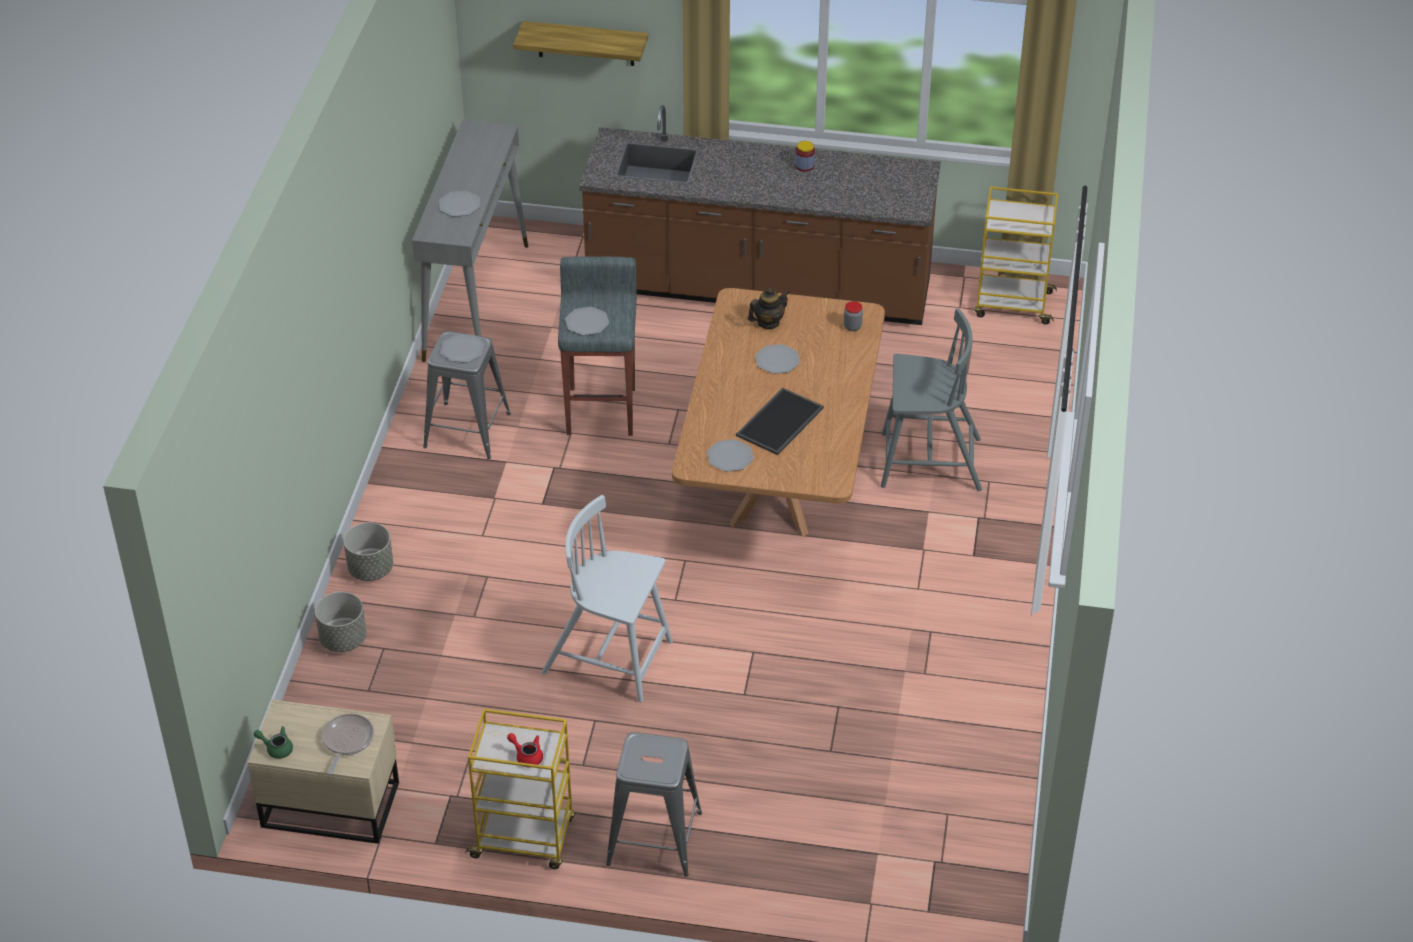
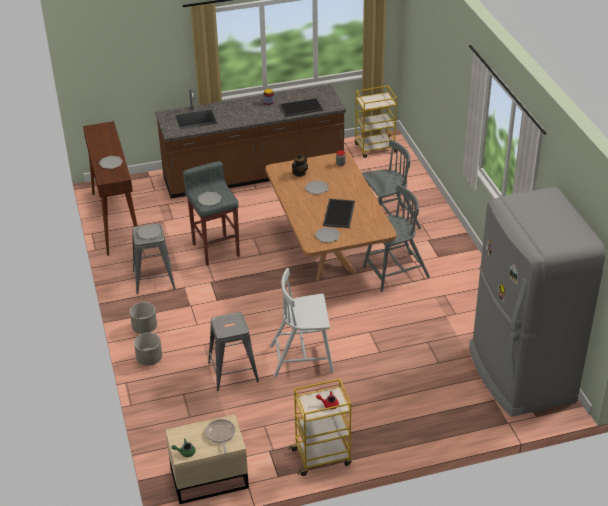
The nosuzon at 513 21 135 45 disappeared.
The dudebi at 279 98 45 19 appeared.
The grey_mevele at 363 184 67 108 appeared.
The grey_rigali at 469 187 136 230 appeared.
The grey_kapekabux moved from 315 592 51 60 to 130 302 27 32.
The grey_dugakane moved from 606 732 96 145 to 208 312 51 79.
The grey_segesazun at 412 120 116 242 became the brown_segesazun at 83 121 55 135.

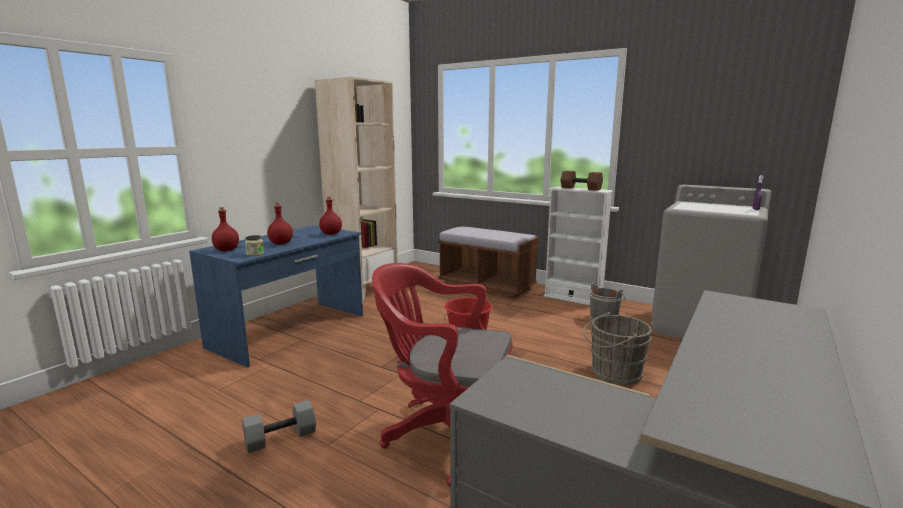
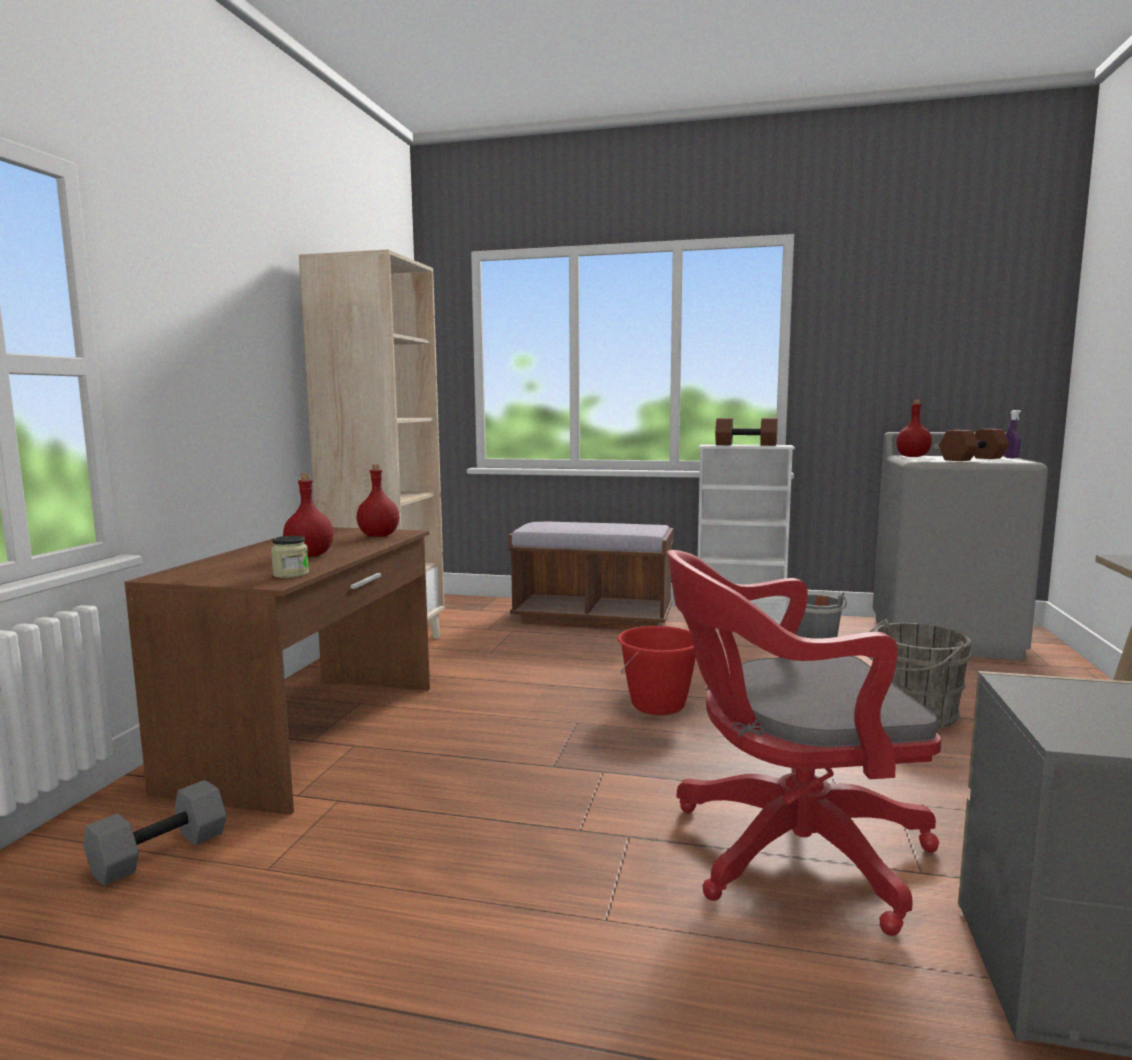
The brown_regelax at 939 429 70 32 appeared.
The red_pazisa moved from 212 207 27 44 to 896 400 36 57.
The grey_regelax moved from 242 400 74 53 to 83 780 144 106.
The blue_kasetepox at 189 225 174 142 became the brown_kasetepox at 125 527 305 288.

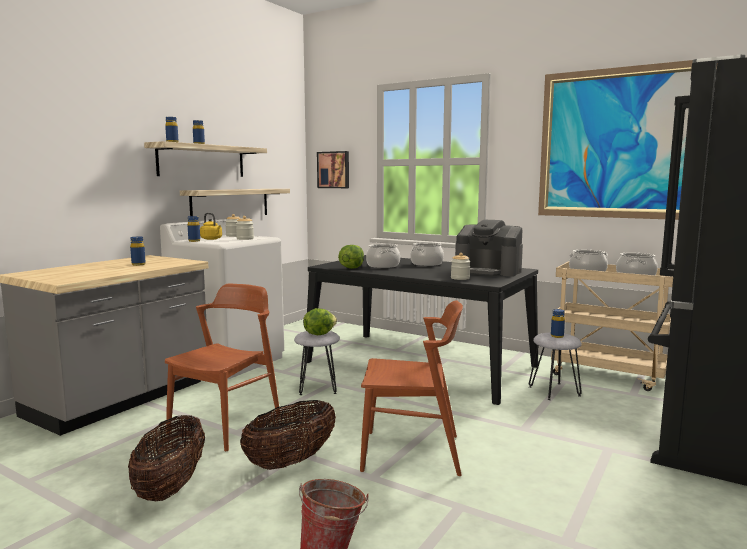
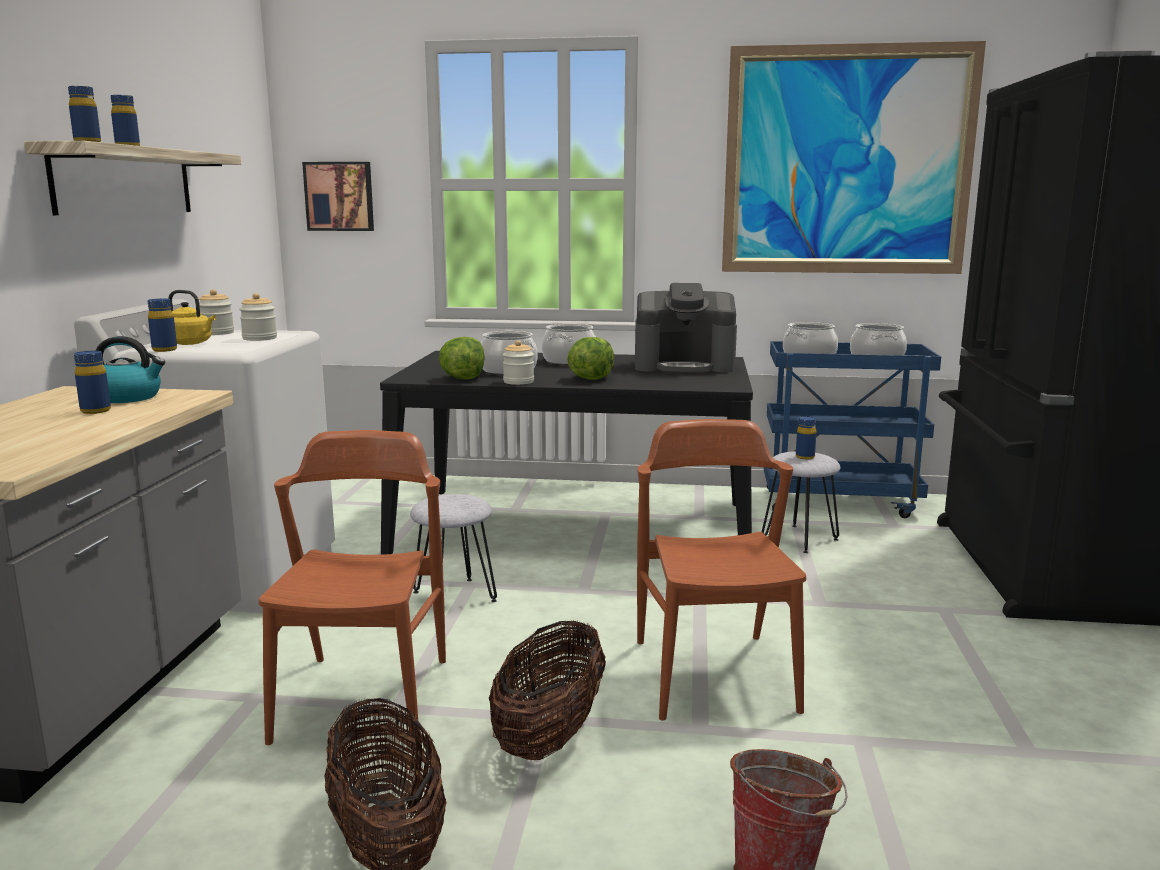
The nosuzon at 180 189 110 27 disappeared.
The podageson at 95 336 70 67 appeared.
The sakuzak moved from 303 308 34 27 to 567 337 47 43.
The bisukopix moved from 451 253 19 27 to 503 340 31 45.
The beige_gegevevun at 551 261 122 130 became the blue_gegevevun at 764 341 177 177.
The brown_mevele at 360 300 103 176 turned 75 degrees counterclockwise.

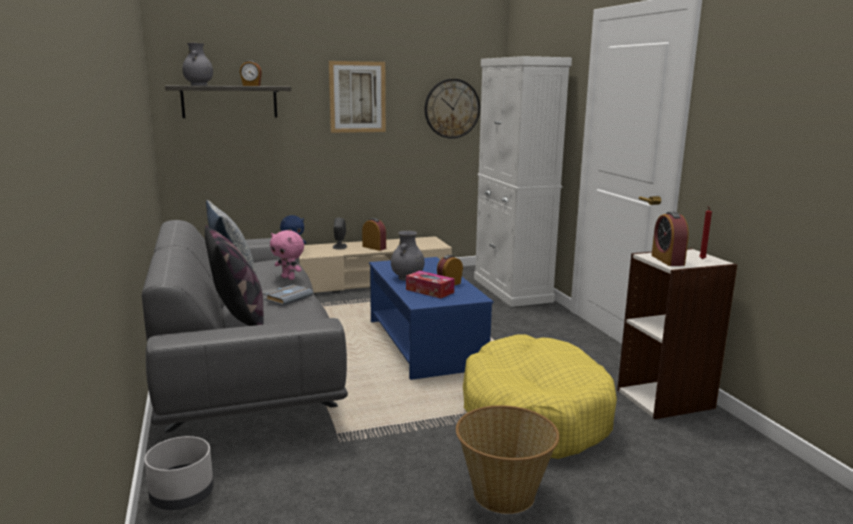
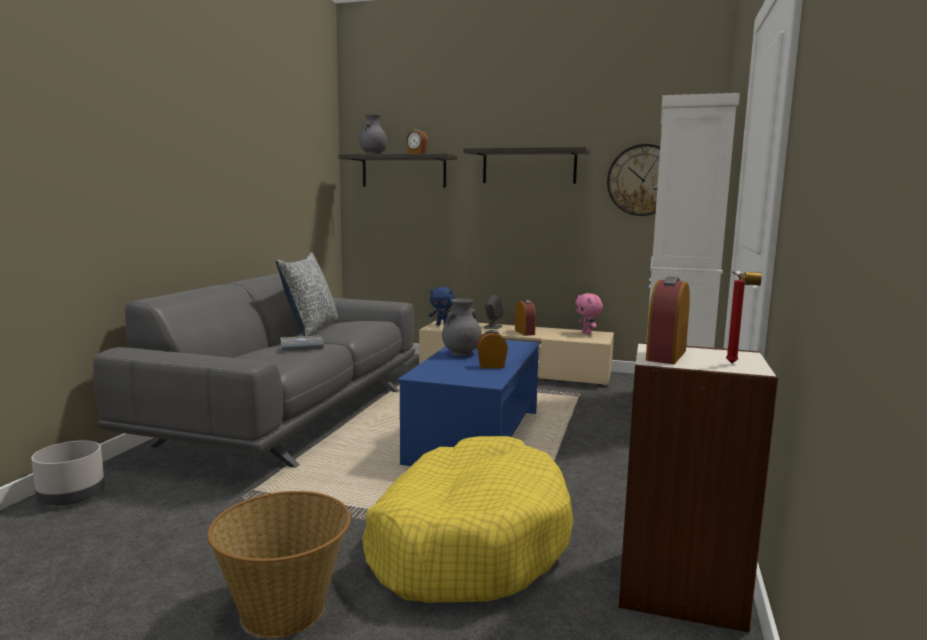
The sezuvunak at 205 225 59 101 disappeared.
The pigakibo at 406 271 49 28 disappeared.
The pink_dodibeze moved from 270 230 34 50 to 575 293 28 42.
The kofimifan at 329 61 57 72 was replaced by the nosuzon at 463 147 127 37.

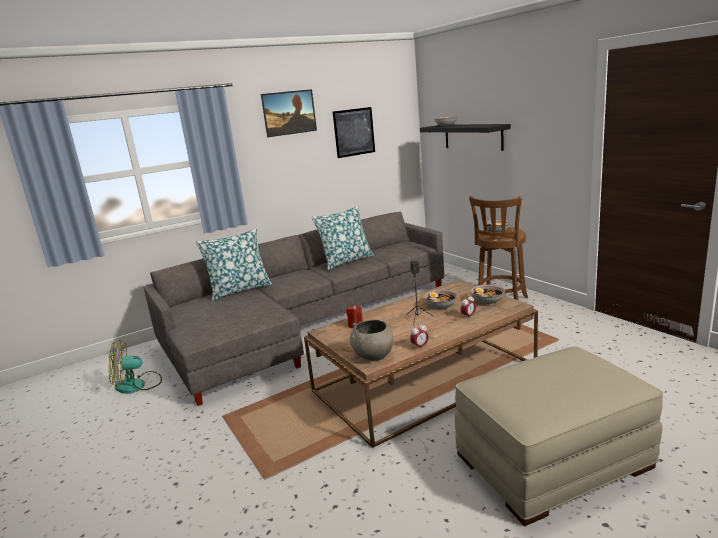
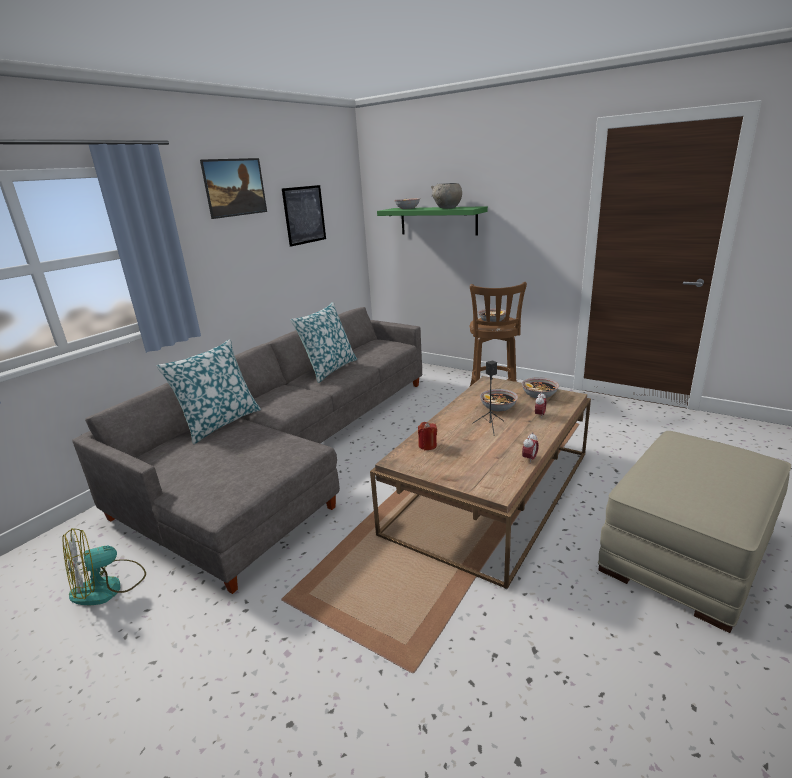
The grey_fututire moved from 350 320 44 41 to 431 183 31 25.
The black_nosuzon at 420 124 91 27 became the green_nosuzon at 377 206 111 30.

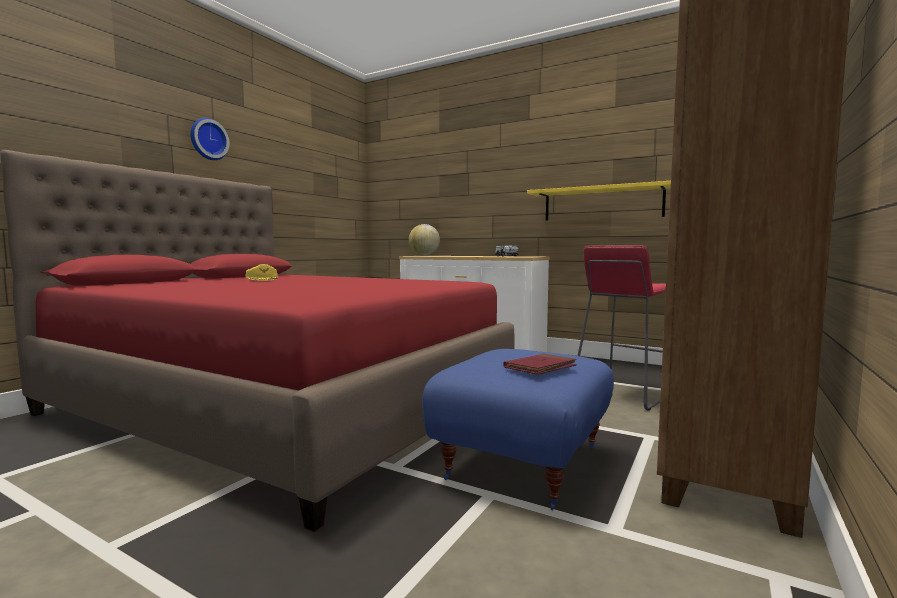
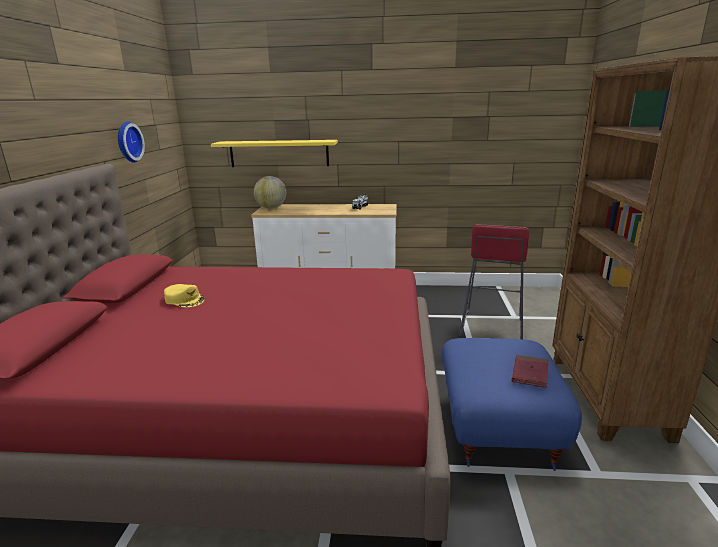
The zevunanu moved from 190 118 39 42 to 118 121 27 42.
The yellow_nosuzon moved from 527 181 144 39 to 211 140 127 27.

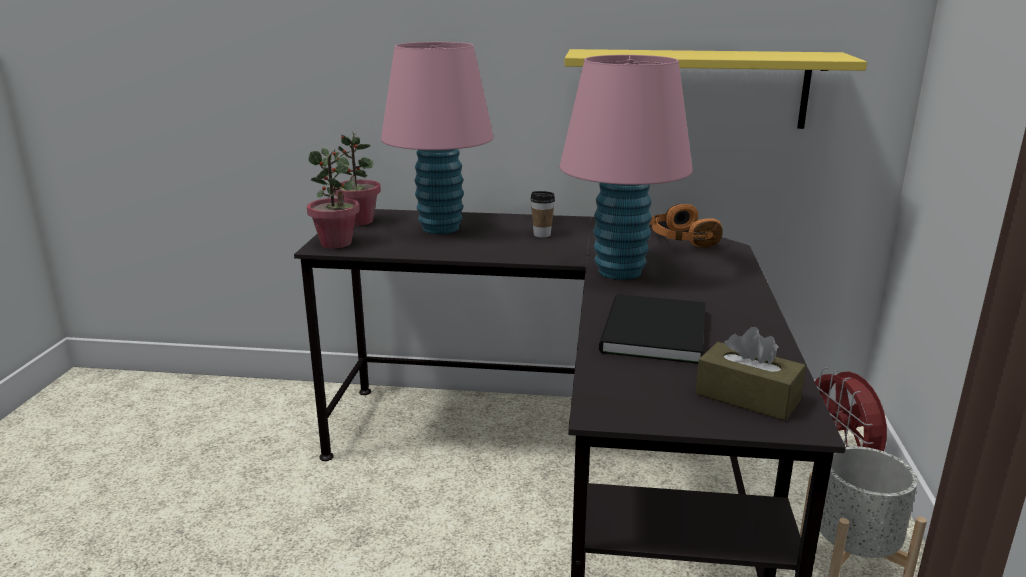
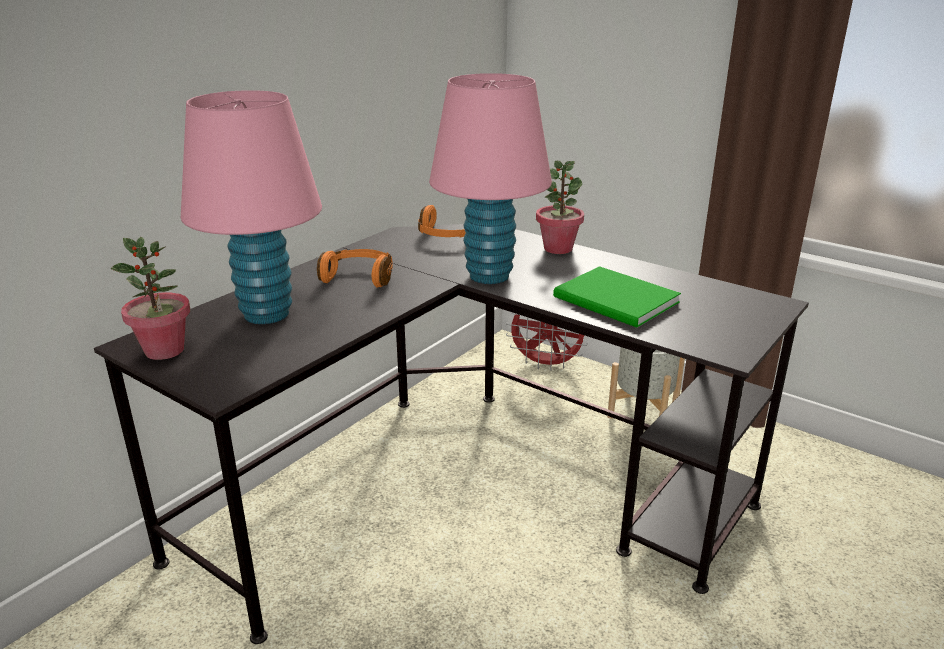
The yellow_nosuzon at 564 49 303 80 disappeared.
The brown_pigakibo at 696 327 110 94 disappeared.
The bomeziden moved from 307 148 52 100 to 536 161 48 93.
The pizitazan at 530 191 25 46 was replaced by the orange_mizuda at 317 249 76 39.
The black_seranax at 599 294 107 70 became the green_seranax at 553 266 128 62.

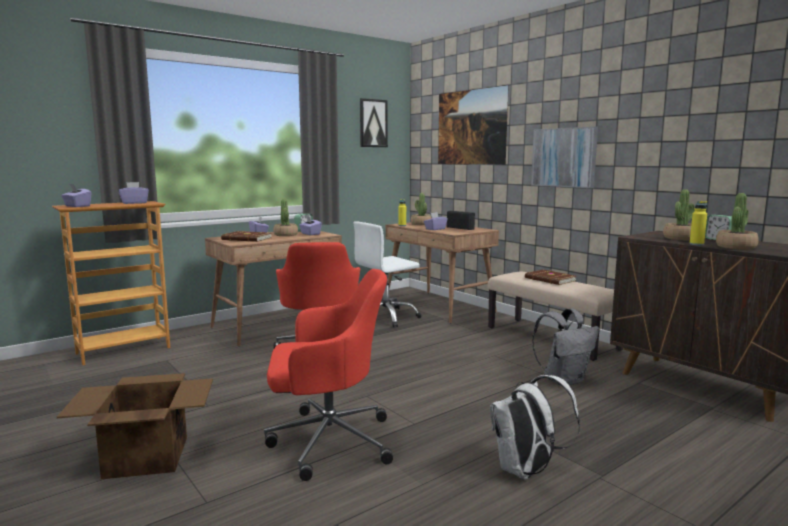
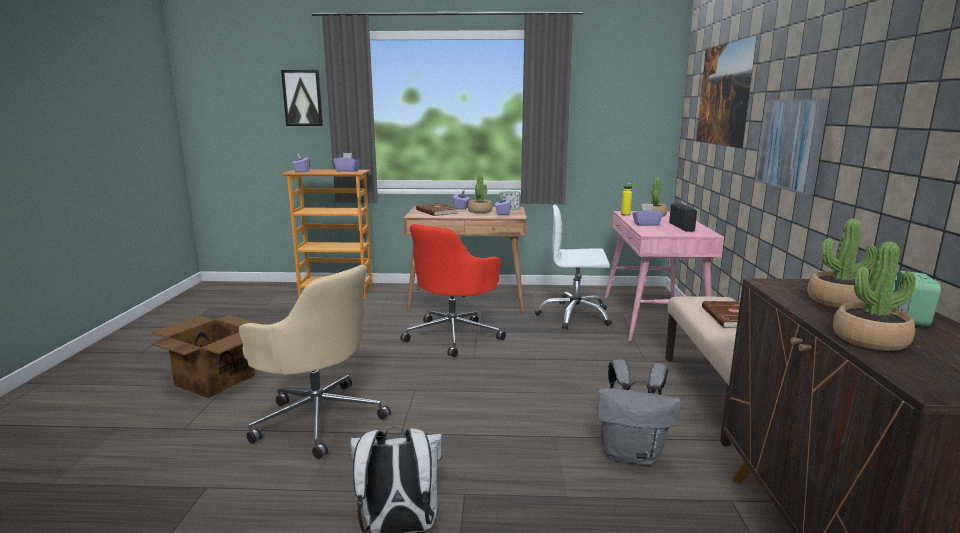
The yellow_pazisa at 690 201 17 45 disappeared.
The kofimifan moved from 360 98 28 49 to 281 70 42 56.
The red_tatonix at 264 269 129 212 became the beige_tatonix at 239 265 152 194.
The brown_kasetepox at 386 222 113 102 became the pink_kasetepox at 605 211 119 131.

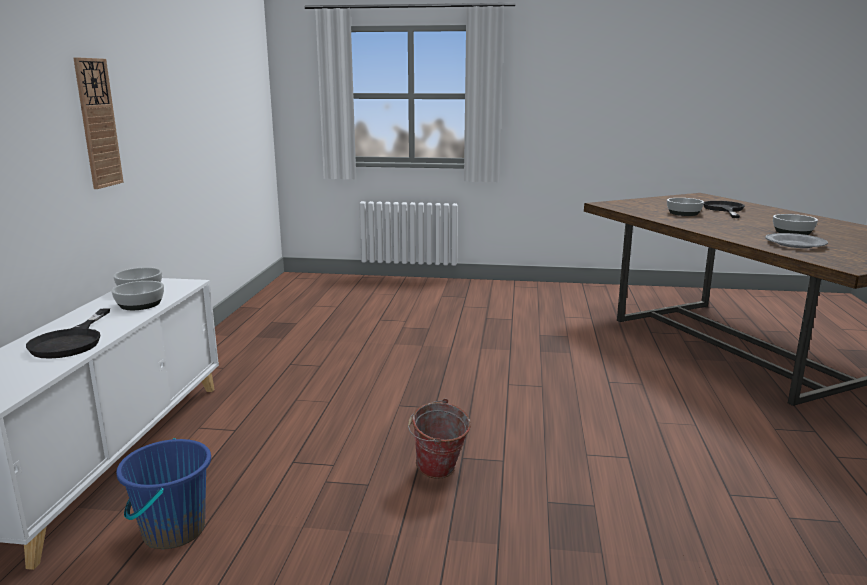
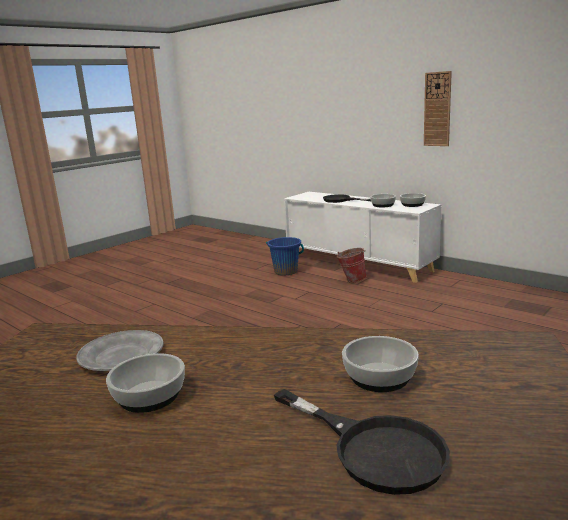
The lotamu moved from 408 399 63 80 to 337 248 30 35.

